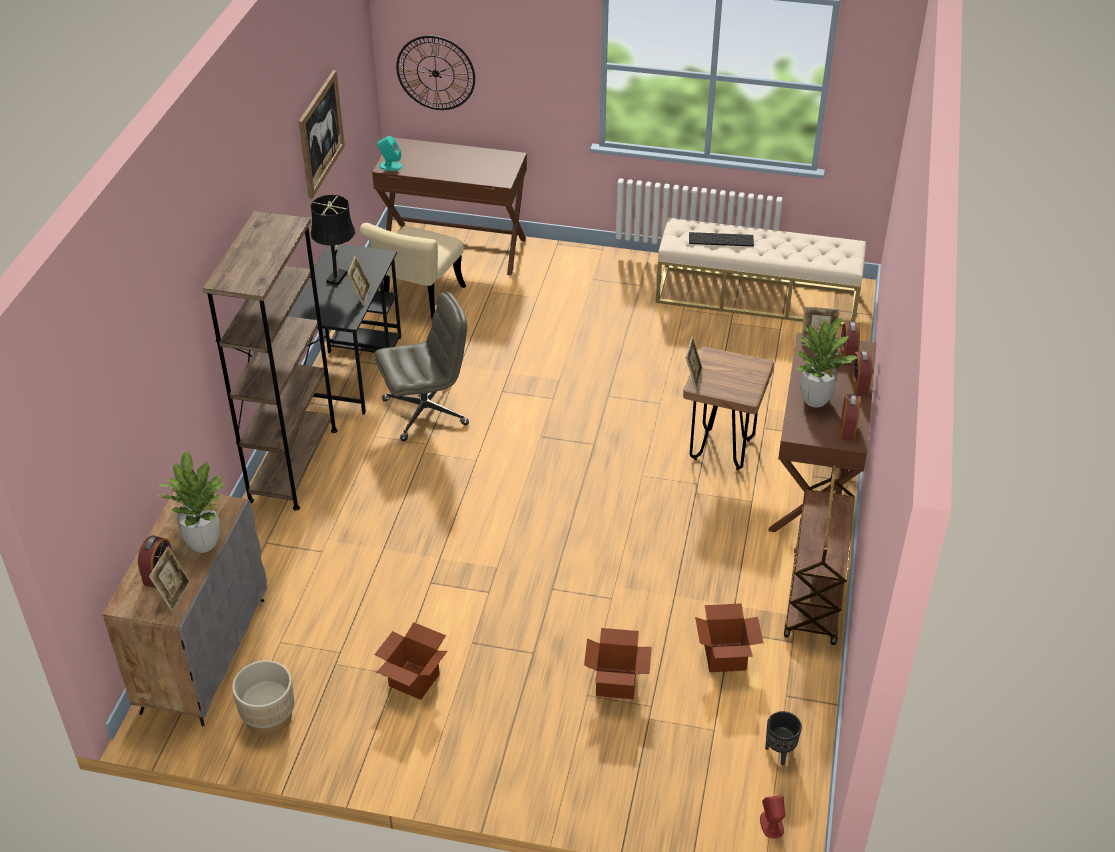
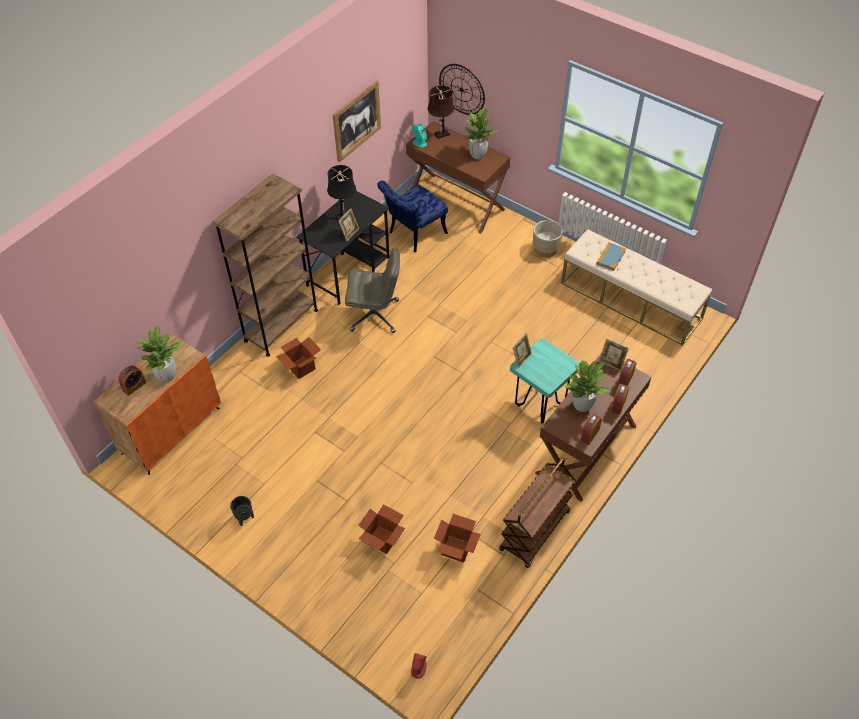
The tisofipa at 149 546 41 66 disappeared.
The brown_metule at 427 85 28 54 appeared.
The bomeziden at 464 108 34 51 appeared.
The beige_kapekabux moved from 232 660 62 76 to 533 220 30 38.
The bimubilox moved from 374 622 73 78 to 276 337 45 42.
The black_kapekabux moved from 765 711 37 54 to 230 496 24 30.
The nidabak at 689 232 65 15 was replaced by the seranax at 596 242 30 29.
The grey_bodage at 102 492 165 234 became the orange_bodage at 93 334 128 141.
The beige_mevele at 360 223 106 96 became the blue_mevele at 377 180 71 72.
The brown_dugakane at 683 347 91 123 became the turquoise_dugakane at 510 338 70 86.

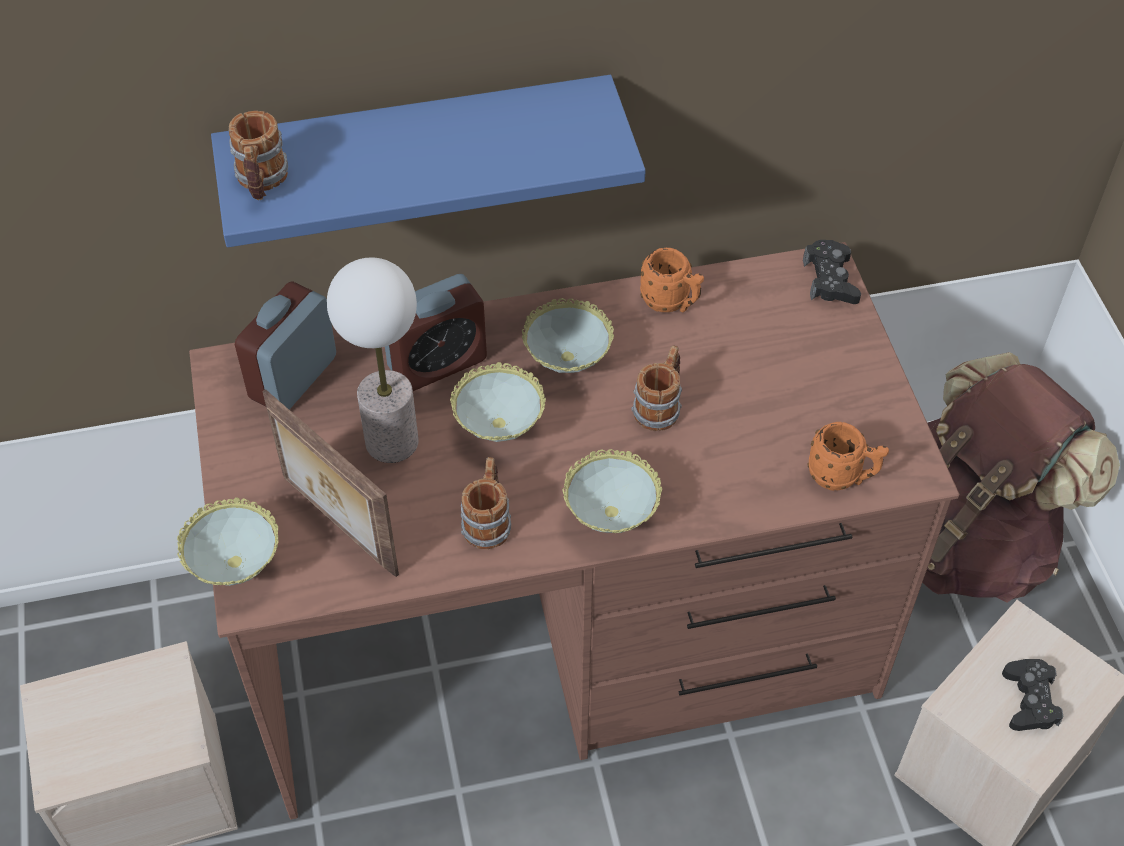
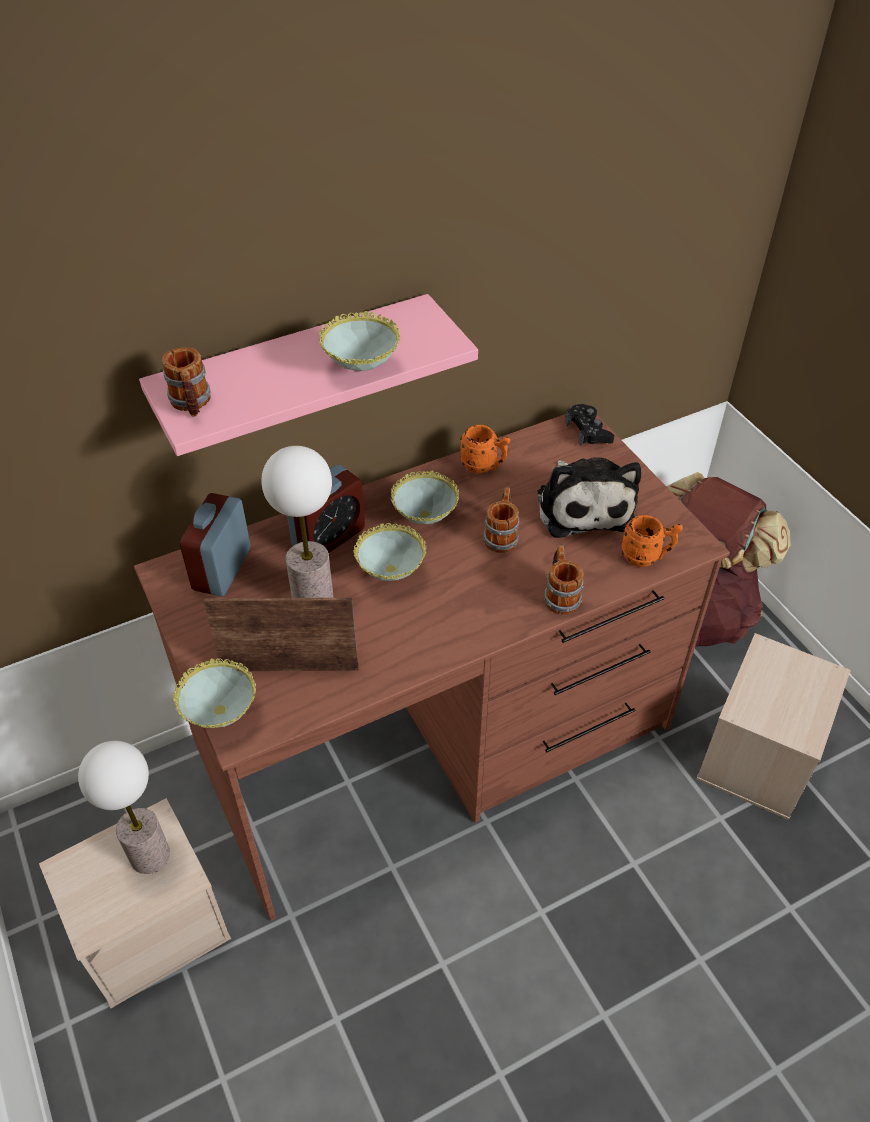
The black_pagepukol at 1002 659 61 72 disappeared.
The metule at 78 741 92 133 appeared.
The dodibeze at 538 457 103 81 appeared.
The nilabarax moved from 460 457 51 92 to 544 545 40 70.
The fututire moved from 562 449 100 84 to 319 311 81 60.
The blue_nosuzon at 211 75 435 172 became the pink_nosuzon at 139 294 339 162.
The tisofipa at 262 389 137 188 turned 150 degrees clockwise.

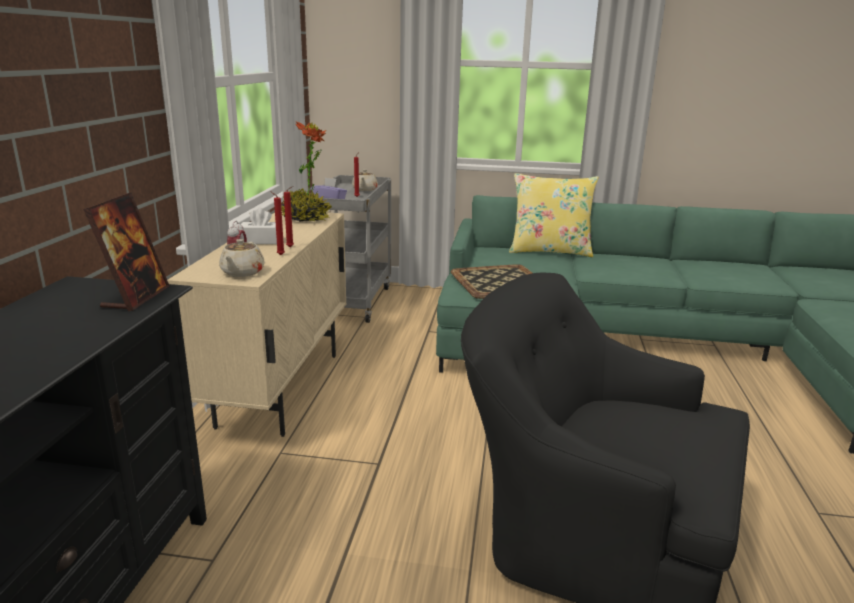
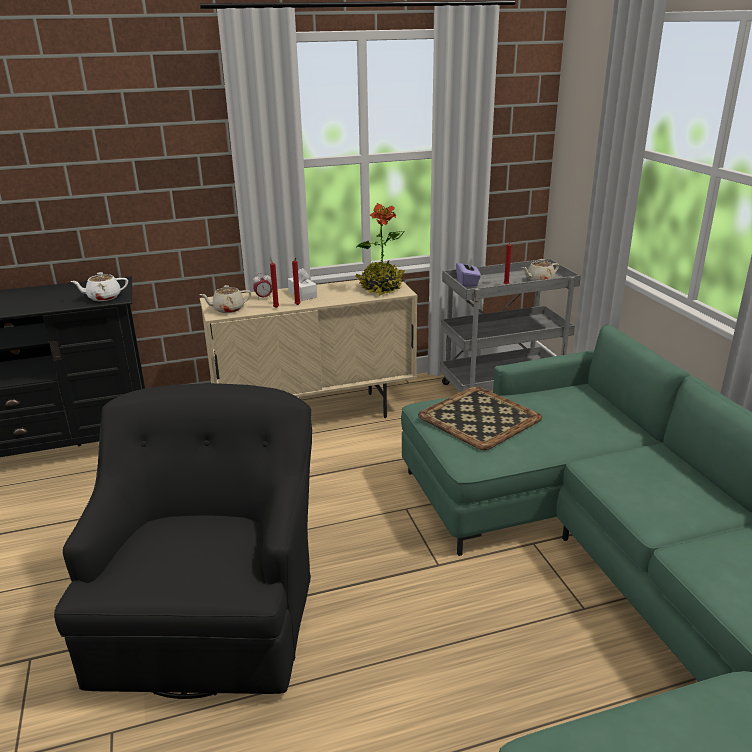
The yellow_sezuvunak at 509 173 90 84 disappeared.
The tisofipa at 83 192 86 119 was replaced by the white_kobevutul at 70 272 58 29.

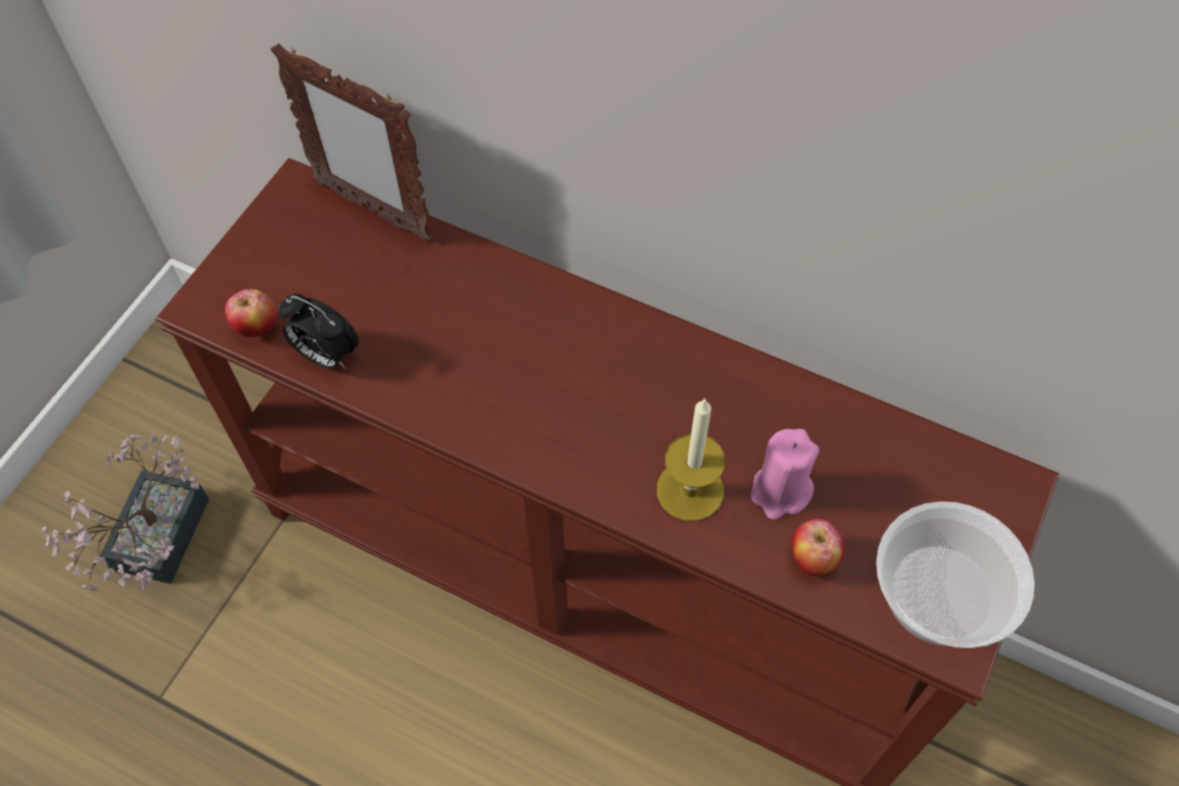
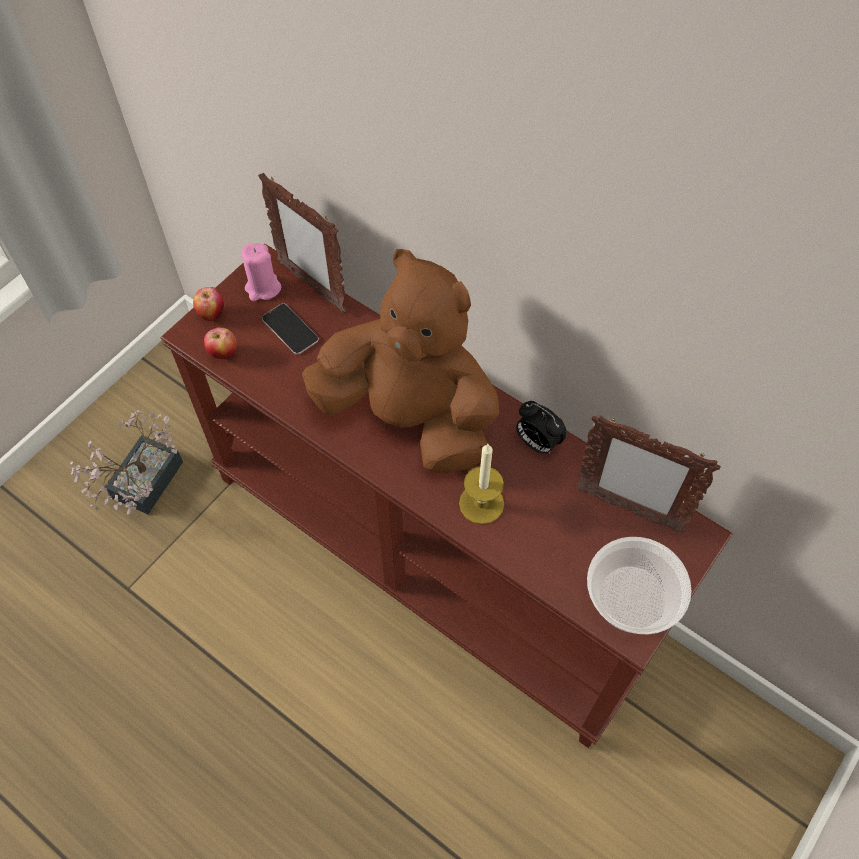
The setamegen at 262 303 57 52 appeared.
The brown_dodibeze at 302 249 197 225 appeared.
The tisofipa at 576 415 145 118 appeared.
The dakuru moved from 279 294 80 75 to 516 401 51 53.
The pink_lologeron moved from 751 429 68 91 to 242 243 39 58.
The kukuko moved from 792 519 53 57 to 193 287 31 34.

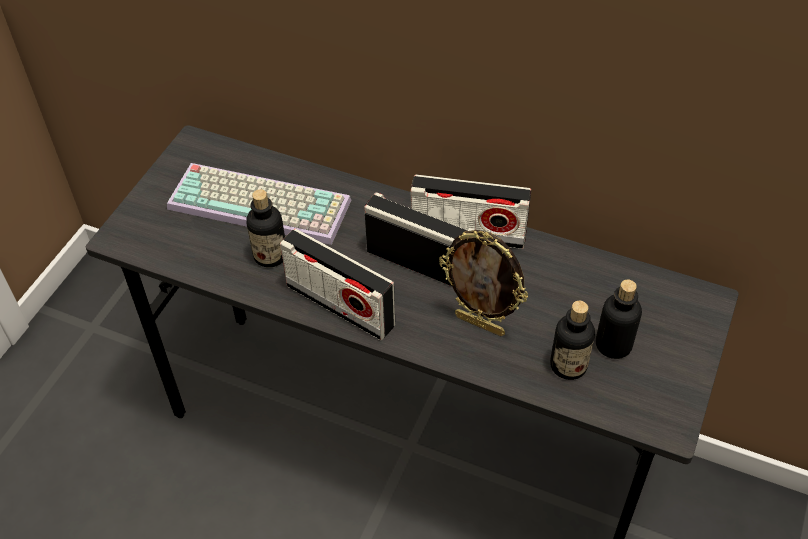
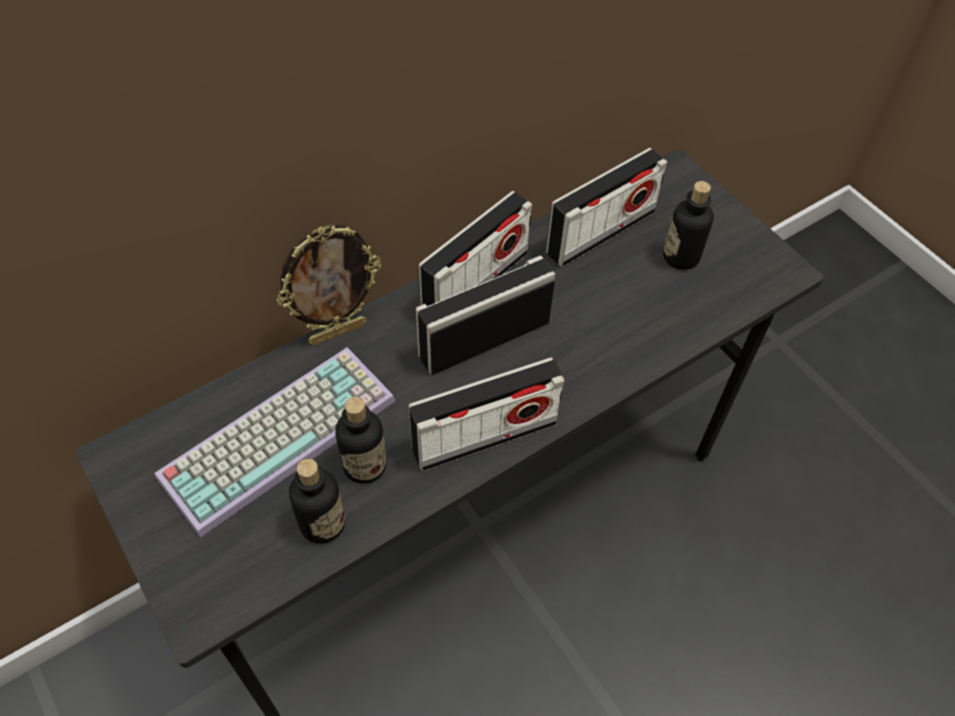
The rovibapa at 546 148 121 119 appeared.
The tisofipa moved from 439 230 89 106 to 277 224 104 122.
The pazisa moved from 550 301 45 79 to 289 459 56 85.

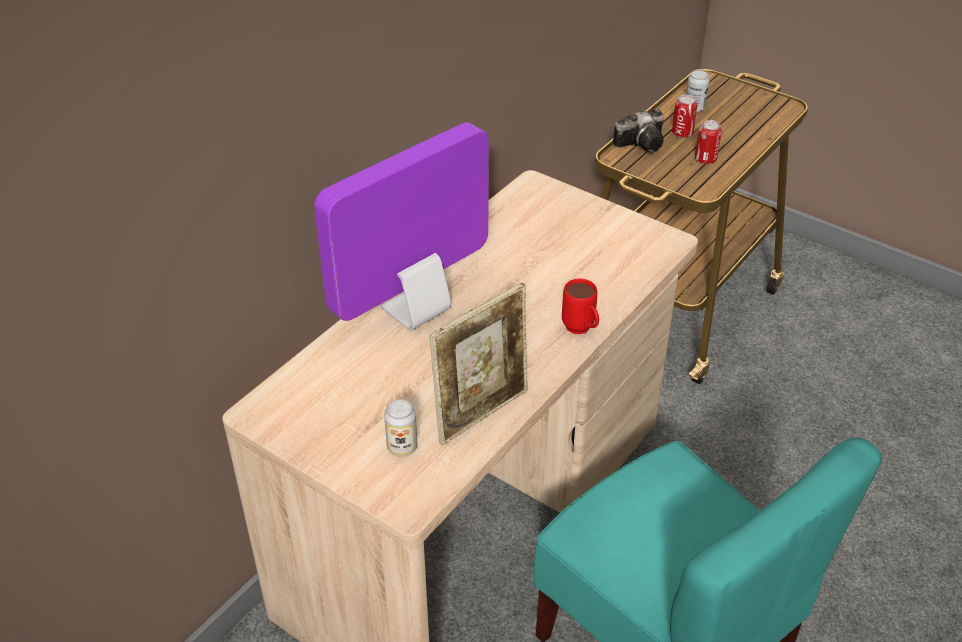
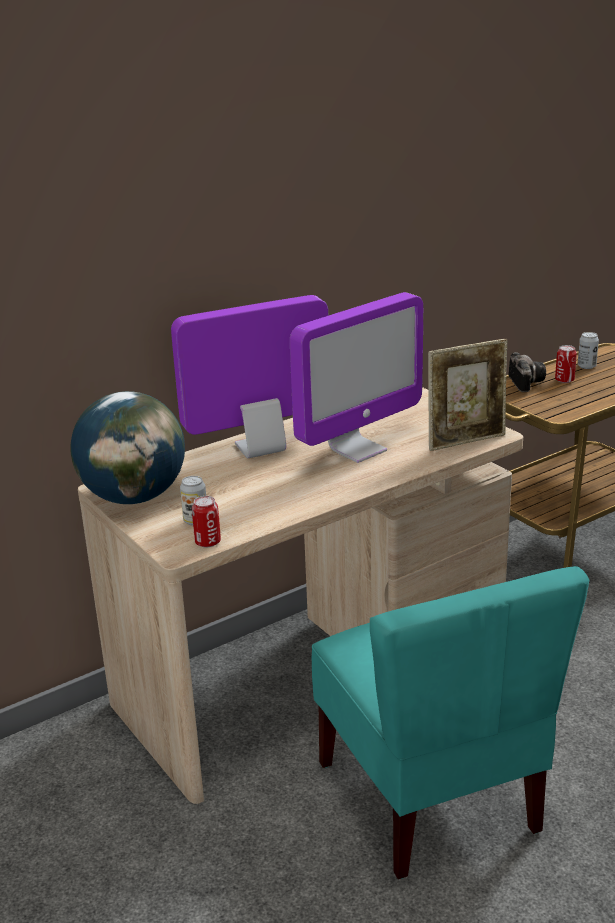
The red_nilabarax at 562 279 37 55 disappeared.
The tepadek at 70 391 115 113 appeared.
The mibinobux at 290 292 133 171 appeared.
The tisofipa moved from 429 283 99 163 to 428 339 80 112.
The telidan moved from 695 120 27 44 to 192 496 29 51.
The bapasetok at 613 109 51 43 turned 90 degrees counterclockwise.

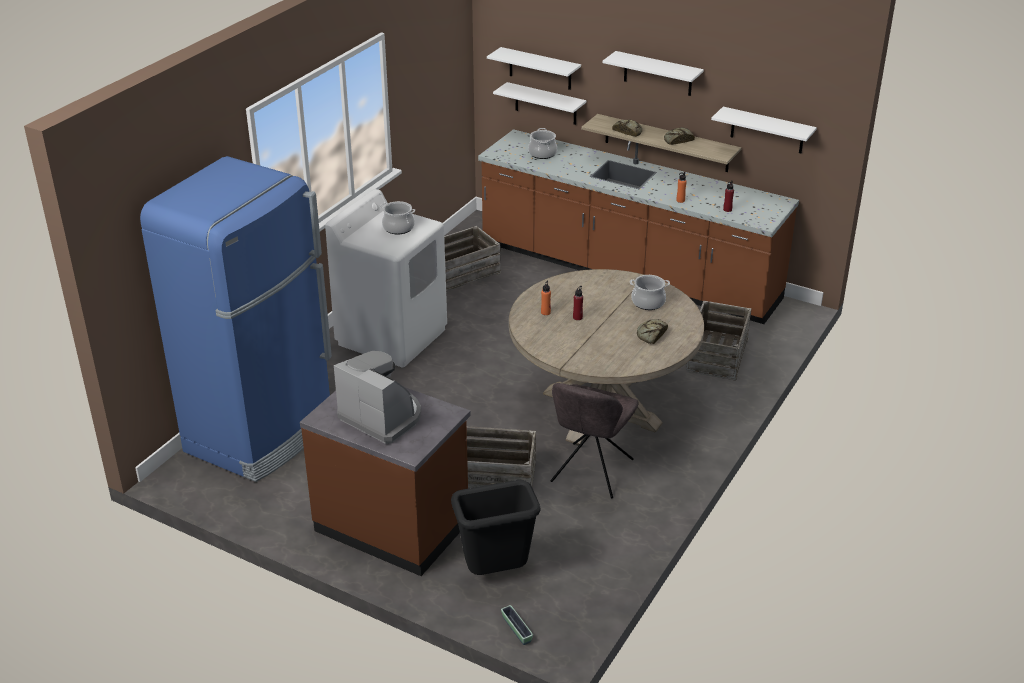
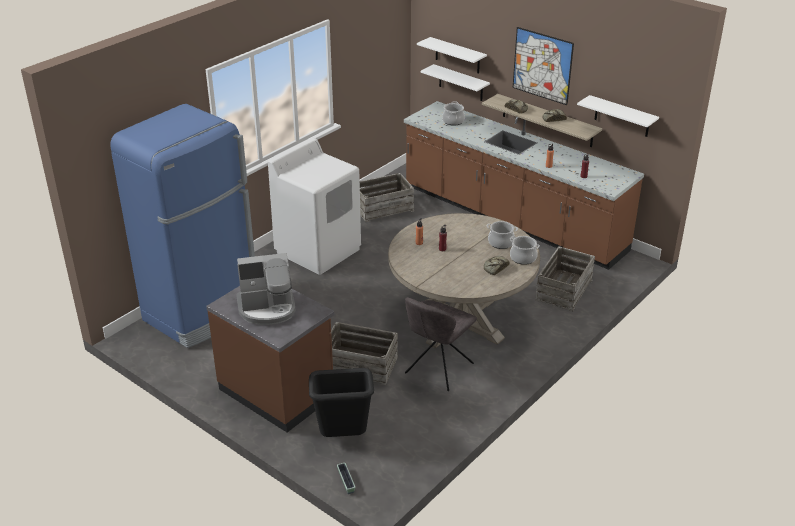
The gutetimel moved from 380 201 35 33 to 510 236 30 29.
The white_nosuzon at 603 51 101 45 was replaced by the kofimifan at 513 27 61 78.
The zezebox at 334 351 87 93 turned 120 degrees clockwise.

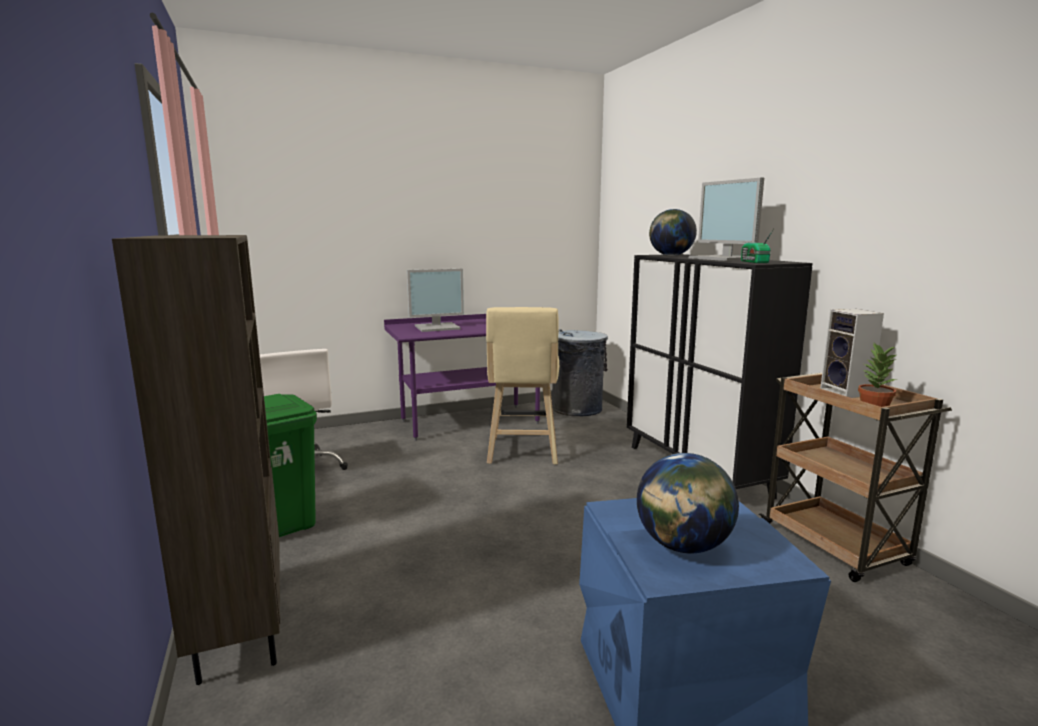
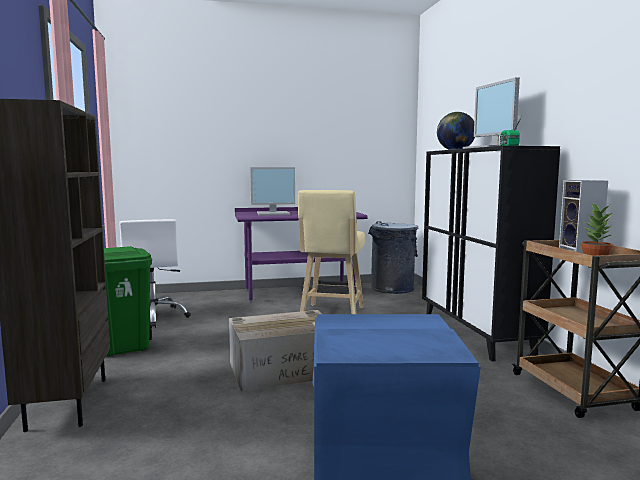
The tepadek at 637 453 102 100 disappeared.
The bimubilox at 229 310 93 81 appeared.

